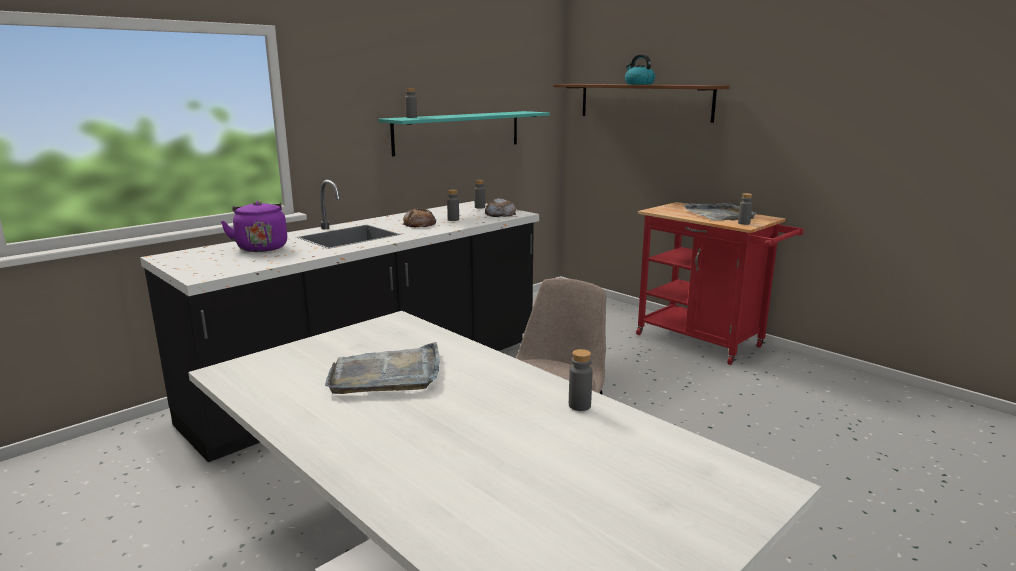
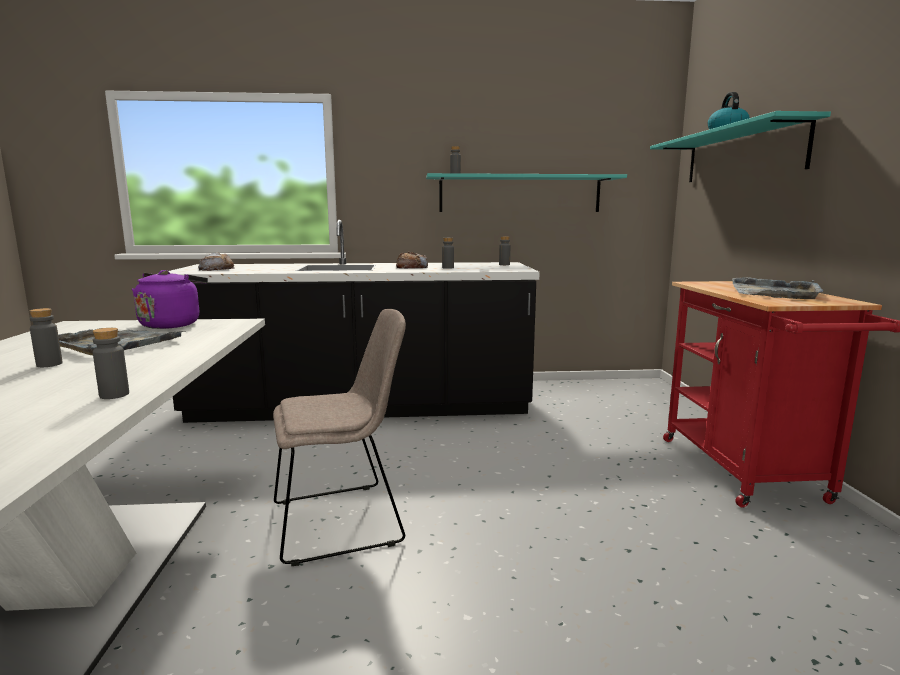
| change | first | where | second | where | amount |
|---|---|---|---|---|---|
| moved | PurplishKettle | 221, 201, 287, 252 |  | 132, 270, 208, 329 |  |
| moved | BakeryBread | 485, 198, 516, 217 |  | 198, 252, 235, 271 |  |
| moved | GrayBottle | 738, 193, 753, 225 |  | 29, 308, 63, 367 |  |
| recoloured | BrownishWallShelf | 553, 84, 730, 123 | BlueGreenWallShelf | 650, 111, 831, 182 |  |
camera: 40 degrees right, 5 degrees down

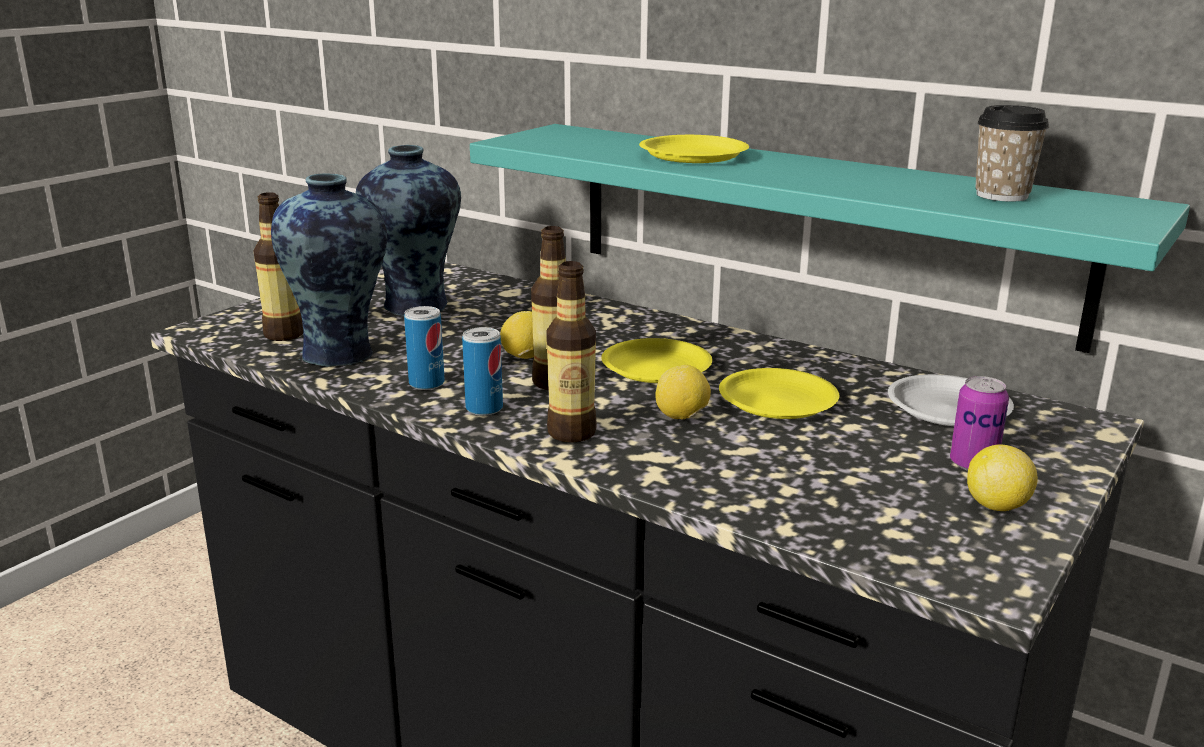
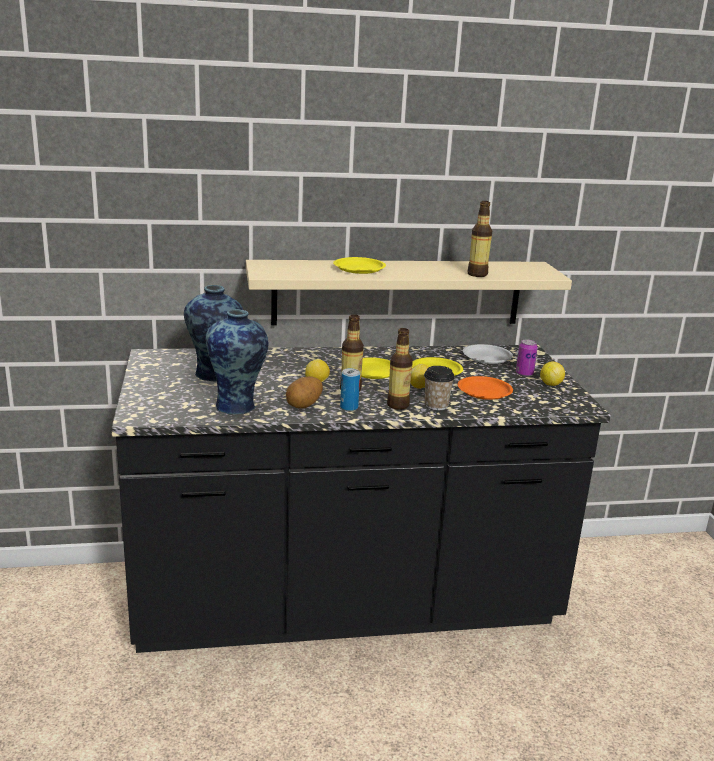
| change | first | where | second | where | amount |
|---|---|---|---|---|---|
| added |  |  | OrangeColouredFlatDish | 458, 376, 513, 400 |  |
| moved | Bottle | 254, 192, 303, 341 |  | 468, 201, 492, 277 |  |
| moved | SmallCup | 975, 105, 1049, 202 |  | 424, 366, 455, 410 |  |
| replaced | MetalCan | 404, 306, 445, 390 | Spud | 286, 376, 323, 409 |  |
| recoloured | BlueGreenWallShelf | 470, 124, 1190, 353 | BeigeColouredWallShelf | 246, 260, 572, 325 |  |
camera: 45 degrees left, 0 degrees up

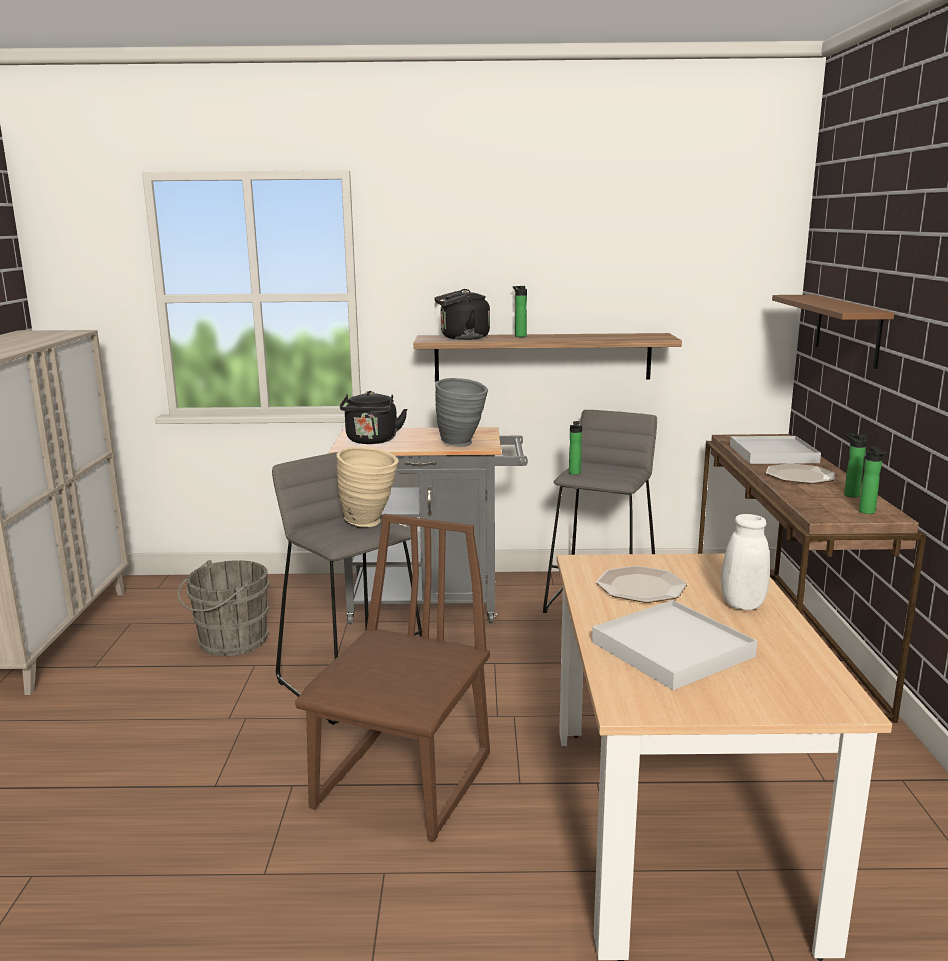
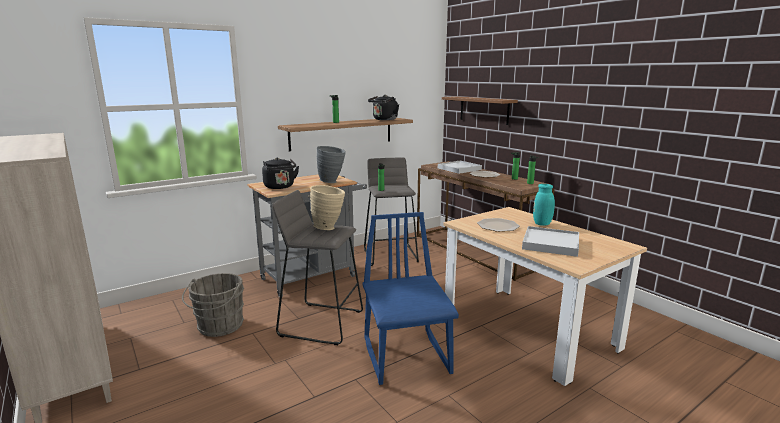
| change | first | where | second | where | amount |
|---|---|---|---|---|---|
| moved | BlackKettle | 434, 289, 490, 340 |  | 368, 95, 399, 120 |  |
| recoloured | BrownishChair | 295, 514, 490, 842 | BlueChair | 363, 212, 459, 385 |  |
| recoloured | WhiteColouredDecorativeVase | 721, 514, 770, 610 | BlueGreenDecorativeVase | 533, 184, 555, 226 |  |
camera: 35 degrees left, 0 degrees up

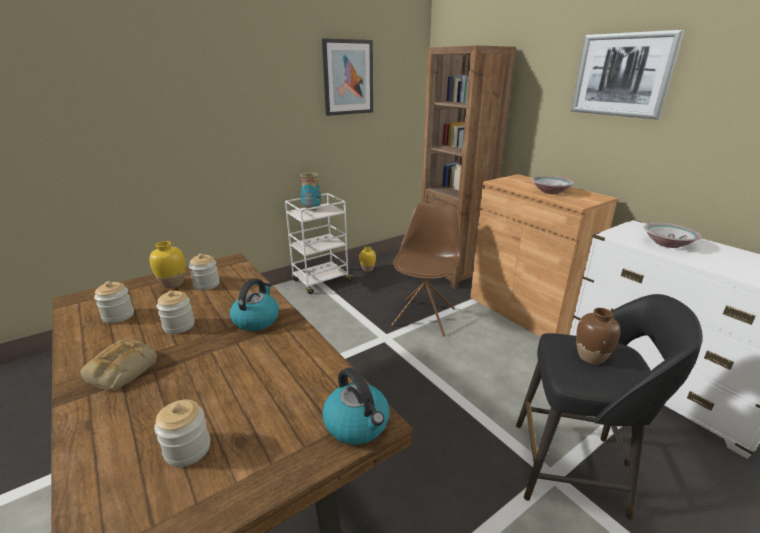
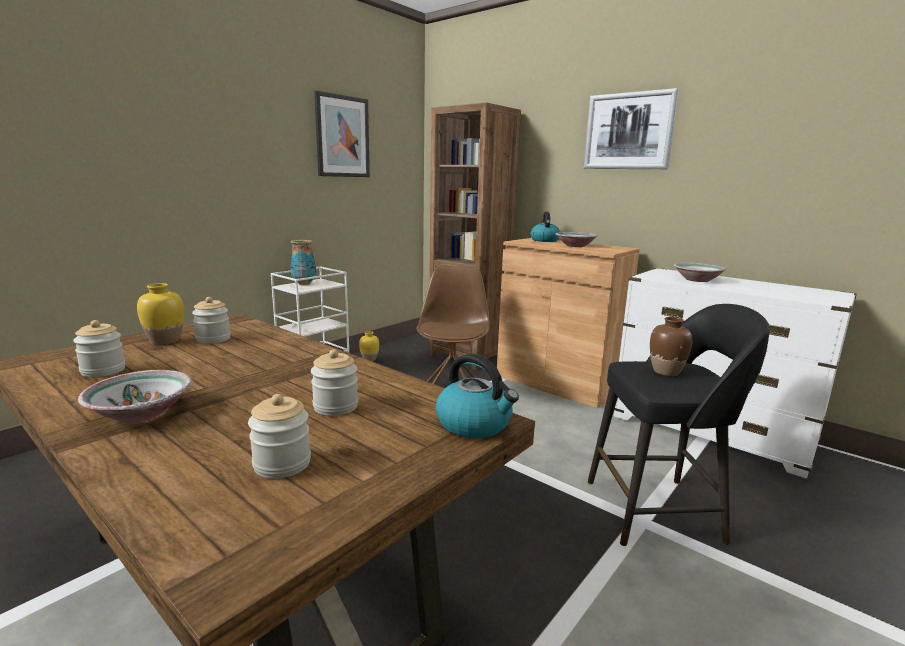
| change | first | where | second | where | amount |
|---|---|---|---|---|---|
| moved | StorageJar | 156, 290, 195, 334 |  | 311, 349, 358, 416 |  |
| moved | Kettle | 230, 278, 279, 331 |  | 531, 212, 560, 242 |  |
| replaced | BakeryBread | 80, 339, 157, 391 | ServingBowl | 78, 370, 192, 422 |  |
camera: 15 degrees left, 10 degrees down

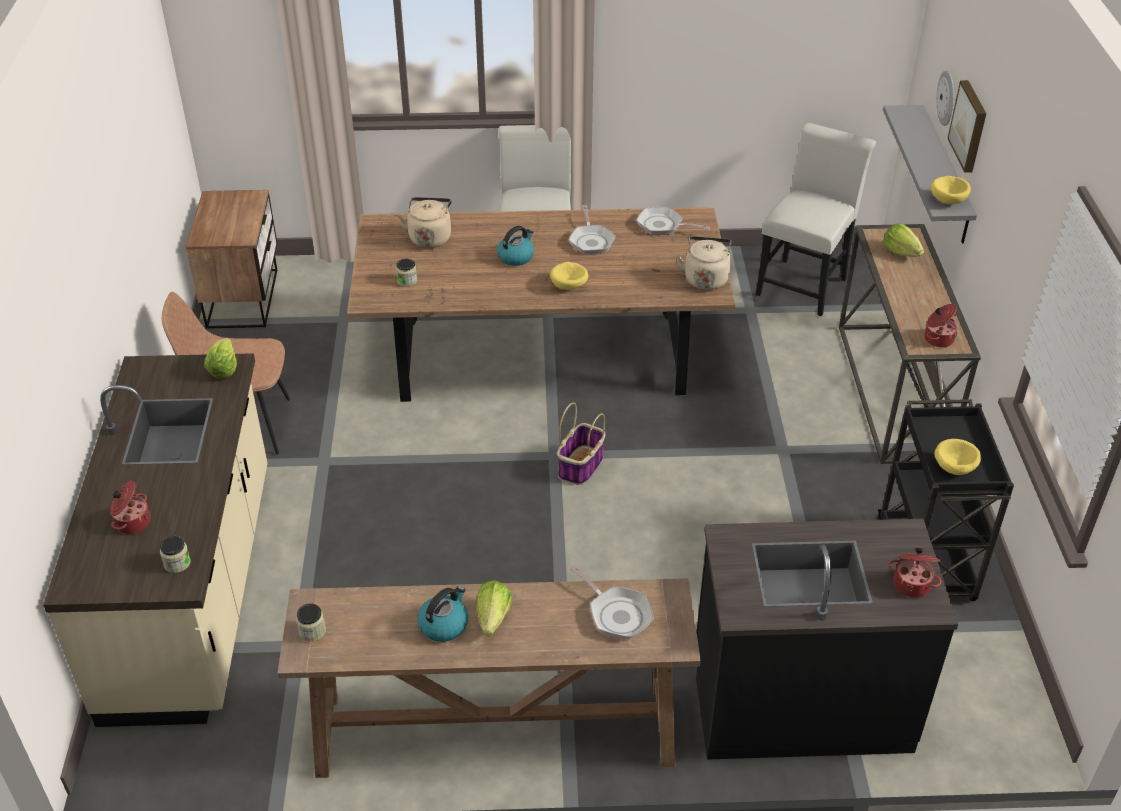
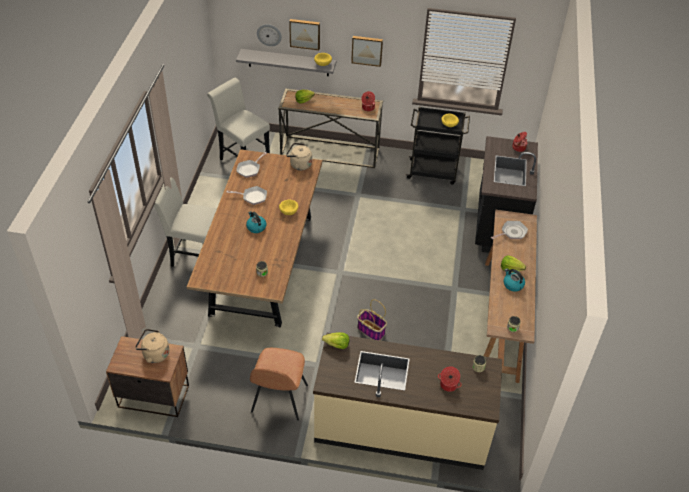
| change | first | where | second | where | amount |
|---|---|---|---|---|---|
| added |  |  | Picture | 351, 36, 383, 67 |  |
| moved | BeigeColouredKettle | 398, 197, 451, 248 |  | 135, 329, 169, 363 |  |
| moved | Basket | 557, 402, 605, 485 |  | 357, 299, 387, 341 |  |
camera: 80 degrees left, 5 degrees up

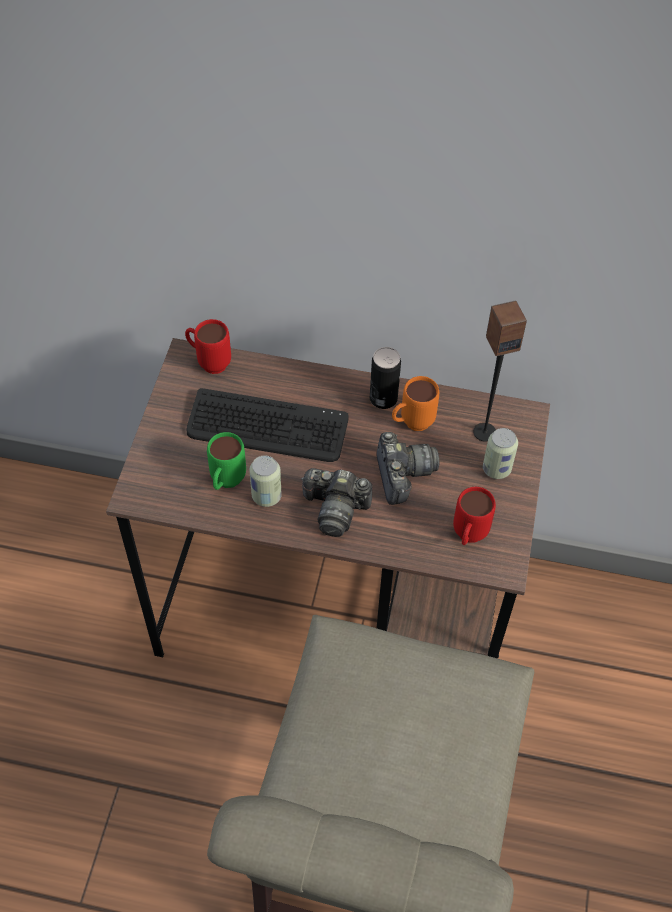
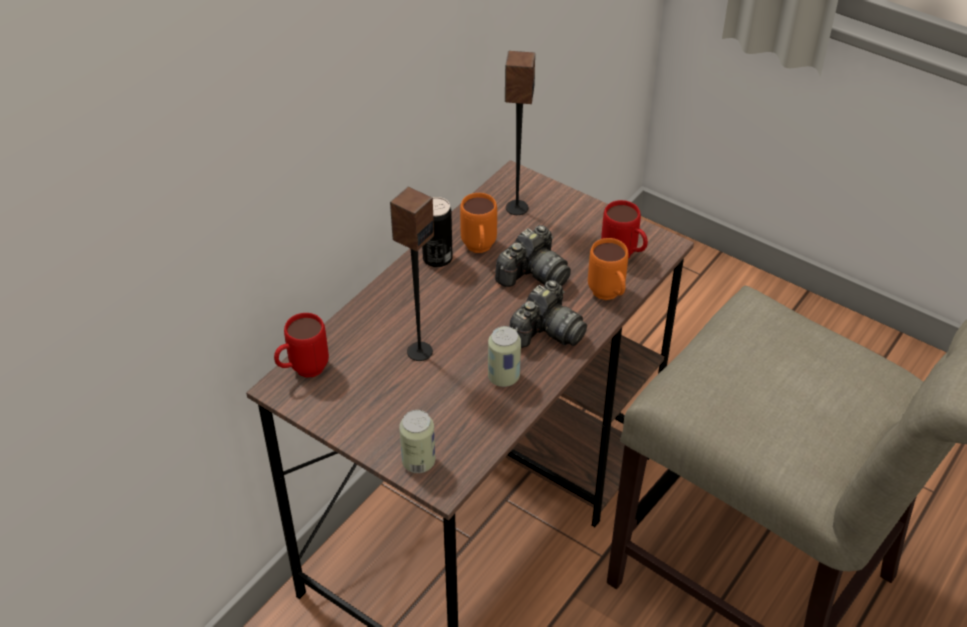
| change | first | where | second | where | amount |
|---|---|---|---|---|---|
| removed | GreenTeaMug | 207, 432, 246, 490 |  |  |  |
| added |  |  | OrangeColouredTeaMug | 588, 238, 628, 300 |  |
| moved | MetalCan | 483, 428, 518, 479 |  | 399, 410, 435, 473 |  |
| replaced | Keyboard | 187, 388, 349, 462 | AudioSpeaker | 390, 187, 434, 361 |  |
| turned | StillCamera | 376, 432, 439, 505 |  | 495, 225, 571, 287 | 120 degrees clockwise |
camera: 65 degrees left, 10 degrees down

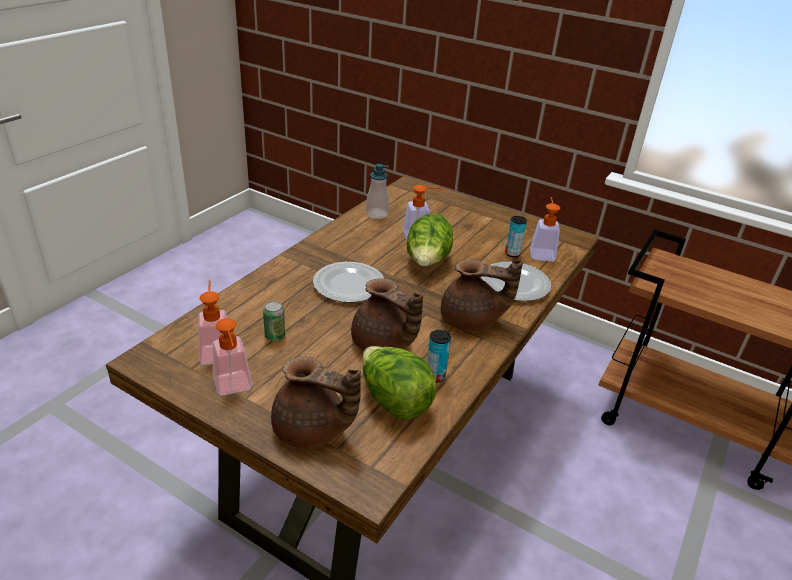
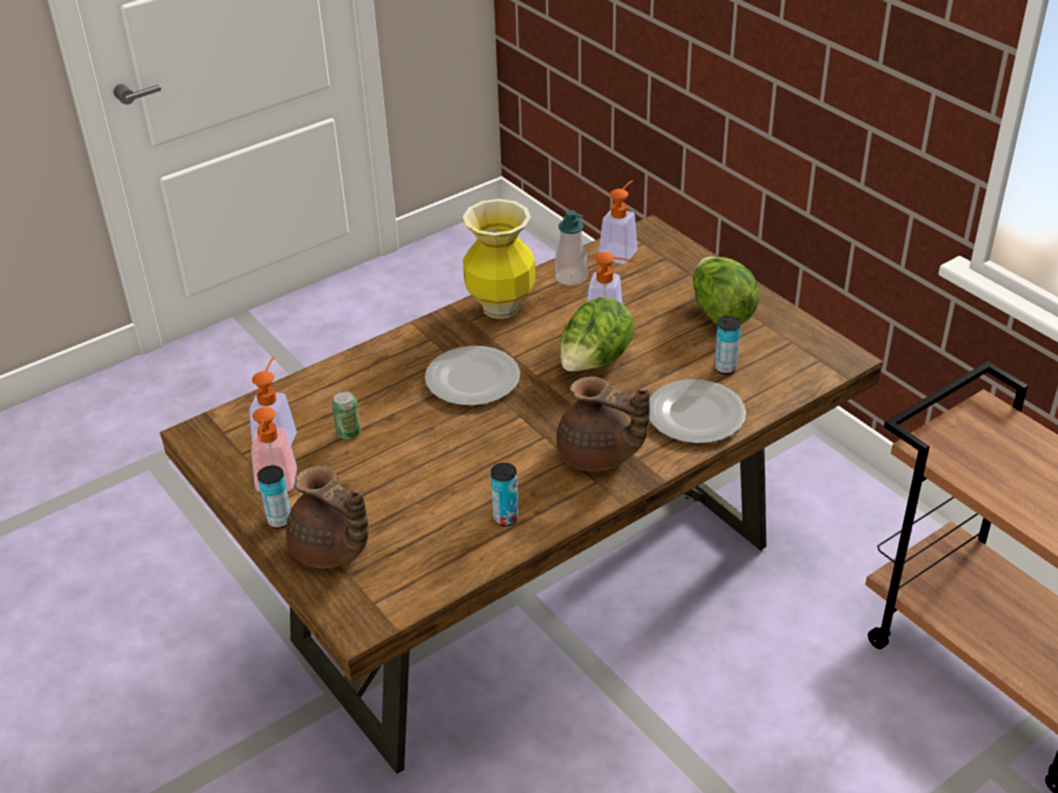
| change | first | where | second | where | amount |
|---|---|---|---|---|---|
| removed | BrownishTeaPot | 351, 278, 423, 351 |  |  |  |
| added |  |  | MetalCan | 257, 465, 291, 529 |  |
| added |  |  | DecorativeVase | 463, 199, 535, 319 |  |
| moved | Lettuce | 362, 346, 437, 420 |  | 693, 257, 759, 325 |  |
| moved | SoapBottle | 530, 197, 560, 262 |  | 599, 180, 638, 264 |  |
camera: 25 degrees right, 5 degrees up

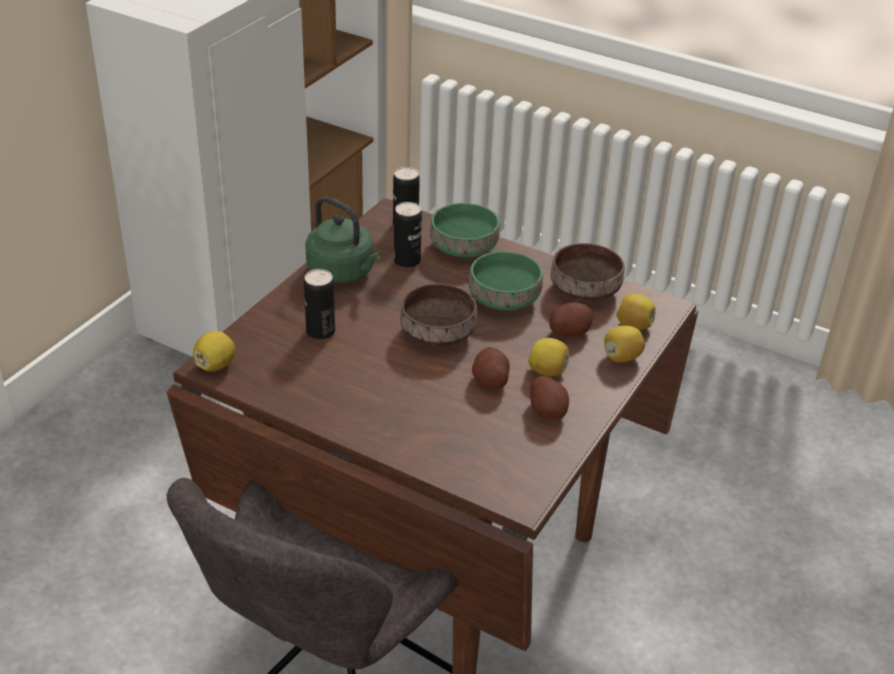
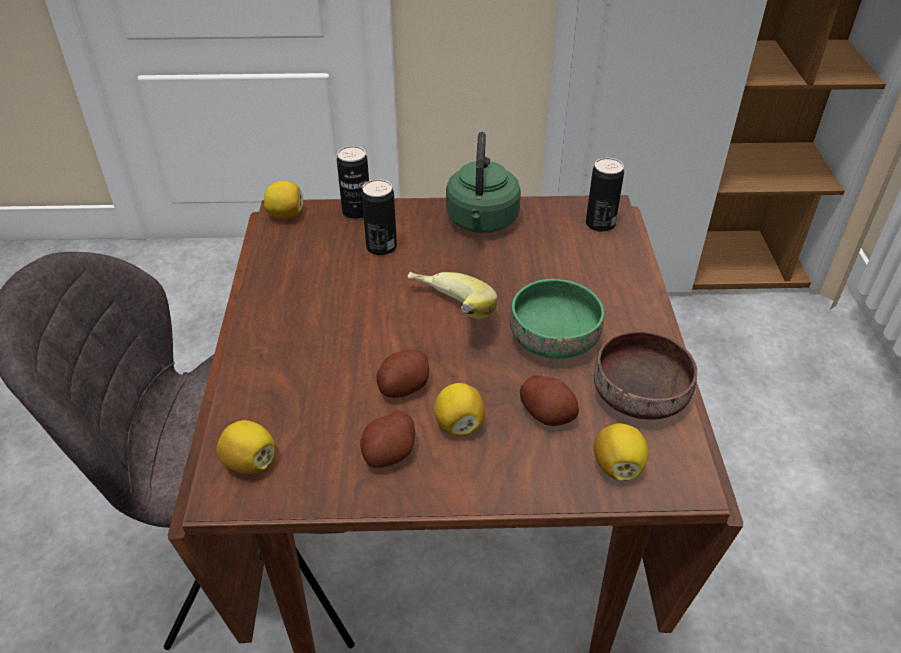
| change | first | where | second | where | amount |
|---|---|---|---|---|---|
| removed | GreenServingBowl | 430, 203, 500, 257 |  |  |  |
| moved | MetalCan | 394, 202, 422, 268 |  | 337, 146, 369, 219 |  |
| moved | Lemon | 604, 325, 645, 362 |  | 216, 420, 275, 474 |  |
| replaced | BrownishServingBowl | 400, 283, 477, 347 | Banana | 407, 272, 497, 319 |  |
camera: 60 degrees right, 5 degrees up

